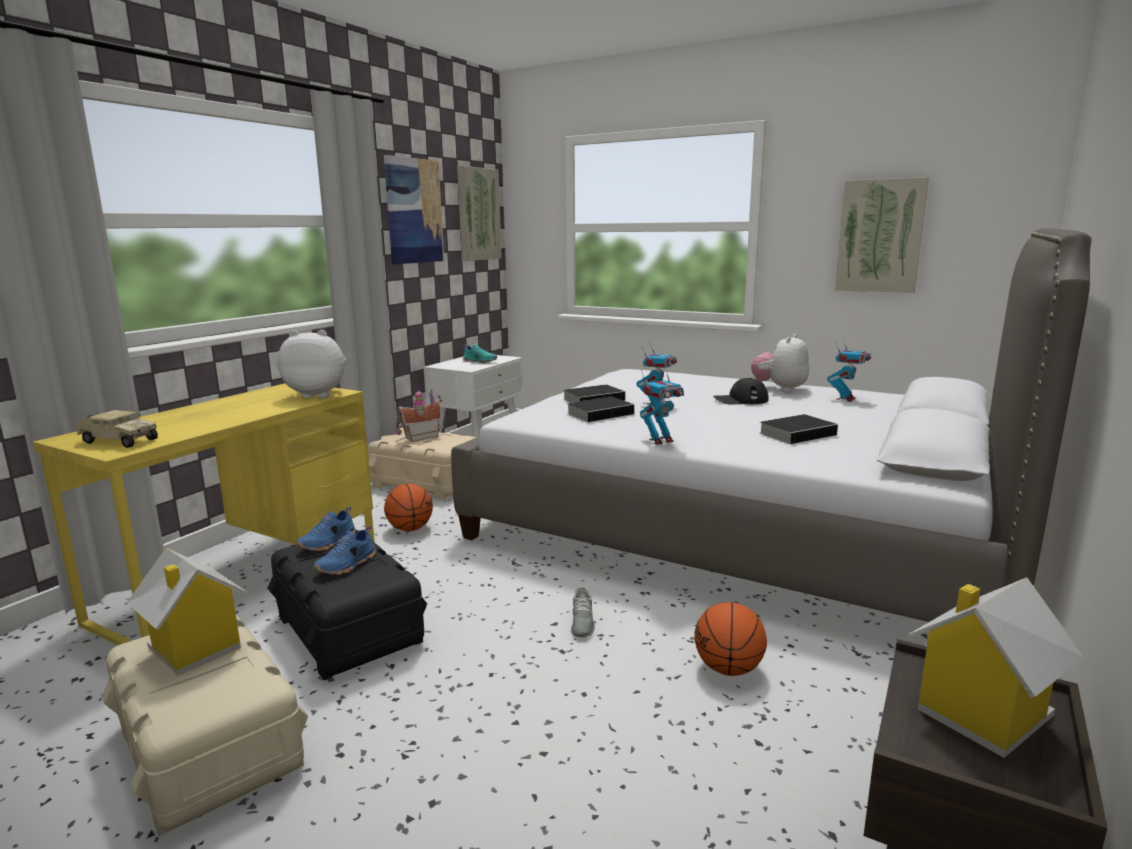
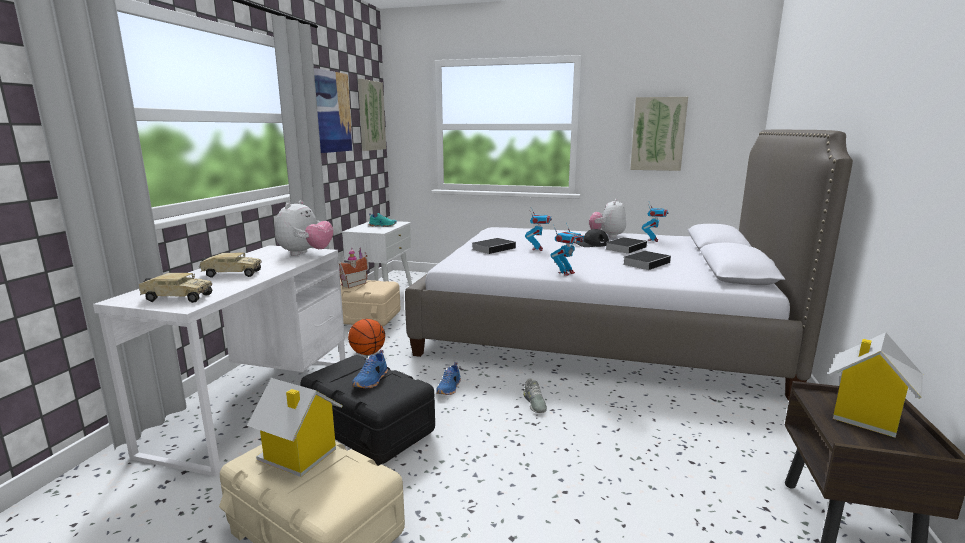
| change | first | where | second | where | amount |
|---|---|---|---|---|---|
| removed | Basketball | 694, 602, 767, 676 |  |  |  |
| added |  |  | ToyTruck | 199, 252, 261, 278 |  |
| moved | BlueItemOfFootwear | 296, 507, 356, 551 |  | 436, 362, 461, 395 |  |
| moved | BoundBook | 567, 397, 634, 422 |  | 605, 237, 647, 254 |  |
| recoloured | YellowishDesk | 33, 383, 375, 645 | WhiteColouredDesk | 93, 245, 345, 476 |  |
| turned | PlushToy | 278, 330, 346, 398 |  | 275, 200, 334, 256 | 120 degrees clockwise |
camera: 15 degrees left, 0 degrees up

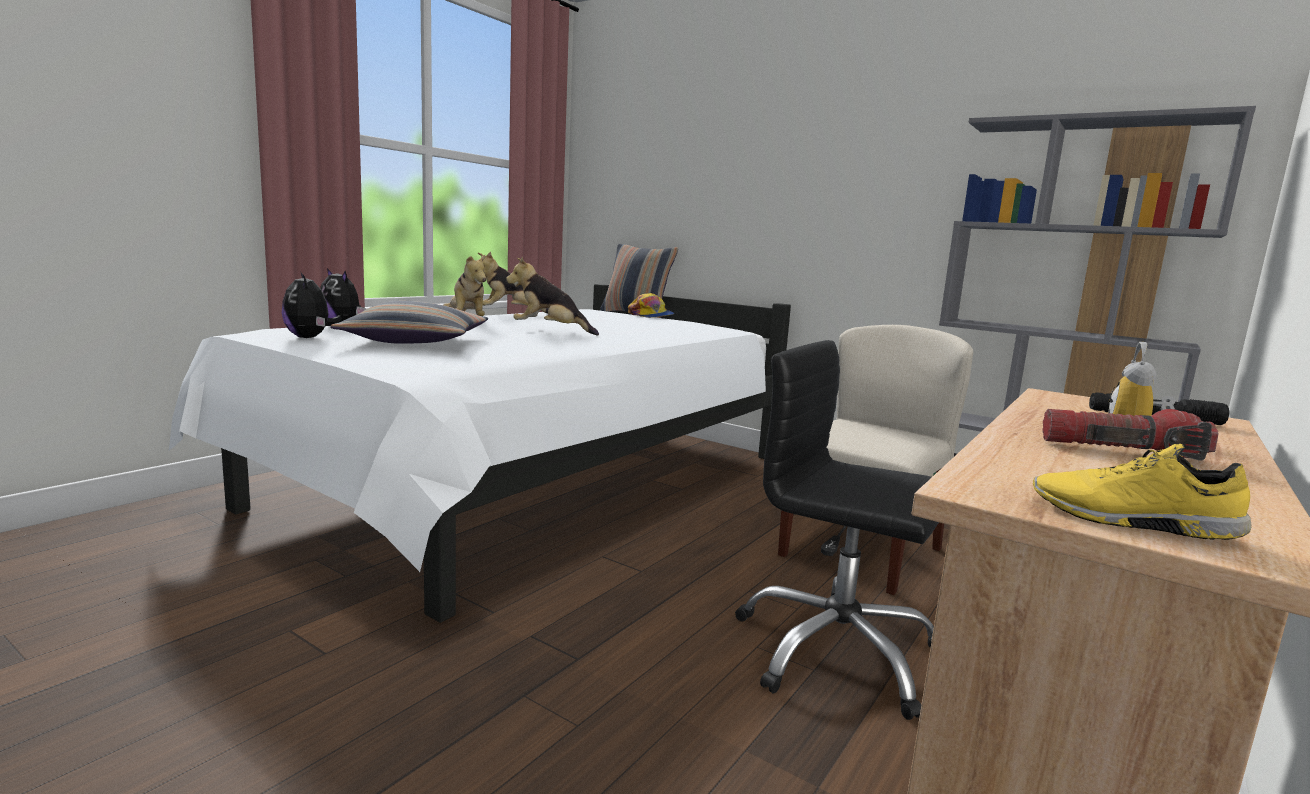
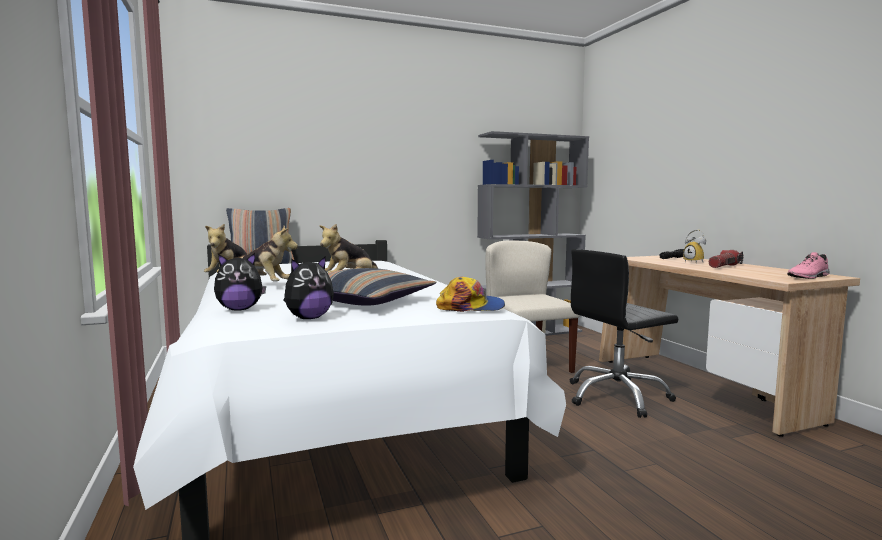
| change | first | where | second | where | amount |
|---|---|---|---|---|---|
| moved | PeakedCap | 628, 293, 675, 318 |  | 436, 277, 505, 312 |  |
| recoloured | YellowishItemOfFootwear | 1033, 444, 1251, 540 | PinkItemOfFootwear | 787, 252, 830, 279 |  |
| turned | PlushToy | 282, 273, 342, 338 |  | 283, 256, 334, 319 | 45 degrees counterclockwise |
camera: 55 degrees left, 5 degrees down

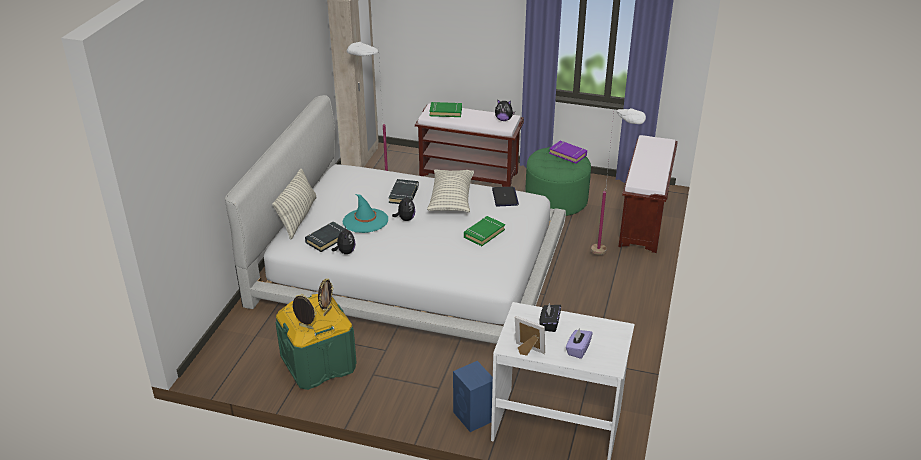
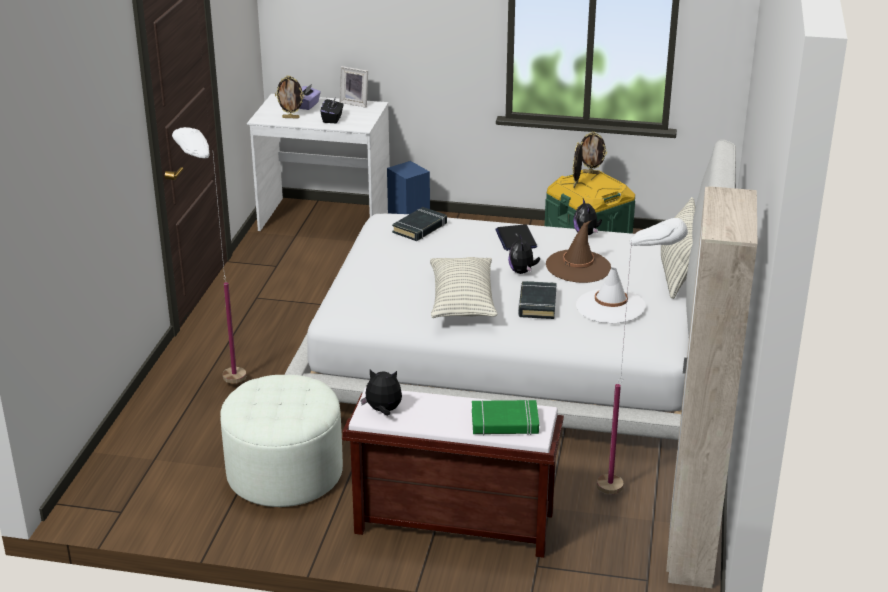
| change | first | where | second | where | amount |
|---|---|---|---|---|---|
| removed | GreenBoundBook | 464, 216, 505, 246 |  |  |  |
| removed | PurplishBoundBook | 549, 141, 587, 163 |  |  |  |
| removed | BrownishLongSeat | 619, 135, 678, 253 |  |  |  |
| added |  |  | PhotoFrame | 275, 75, 305, 119 |  |
| added |  |  | WhiteColouredWearableHat | 576, 266, 646, 323 |  |
| moved | BlackBoundBook | 305, 222, 349, 252 |  | 392, 207, 447, 241 |  |
| moved | PortableComputer | 492, 187, 519, 206 |  | 495, 224, 537, 251 |  |
| recoloured | BlueGreenWearableHat | 343, 194, 388, 233 | BrownishWearableHat | 546, 221, 611, 283 |  |
| recoloured | GreenOttoman | 525, 147, 591, 216 | WhiteColouredOttoman | 221, 375, 343, 507 |  |
camera: 175 degrees right, 5 degrees down

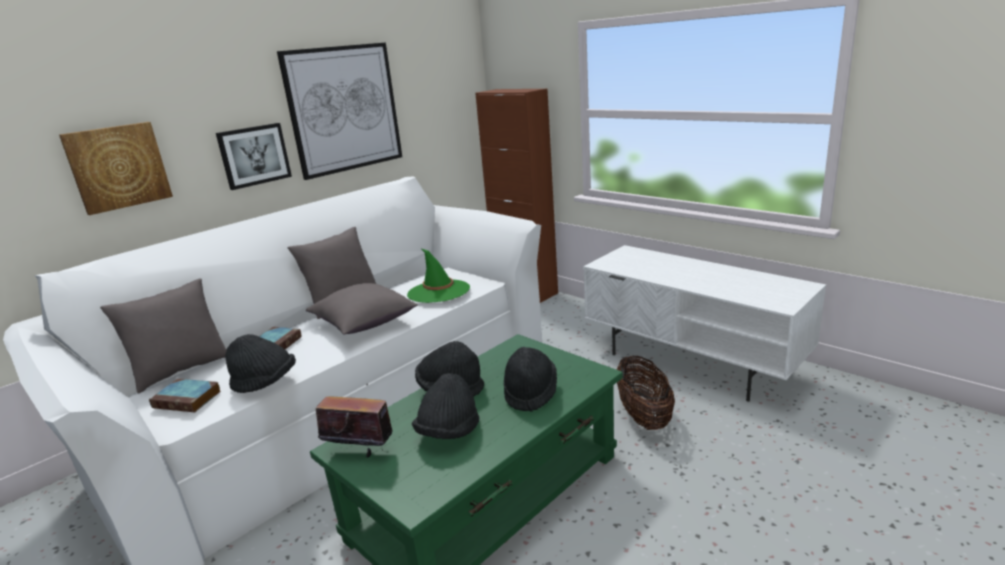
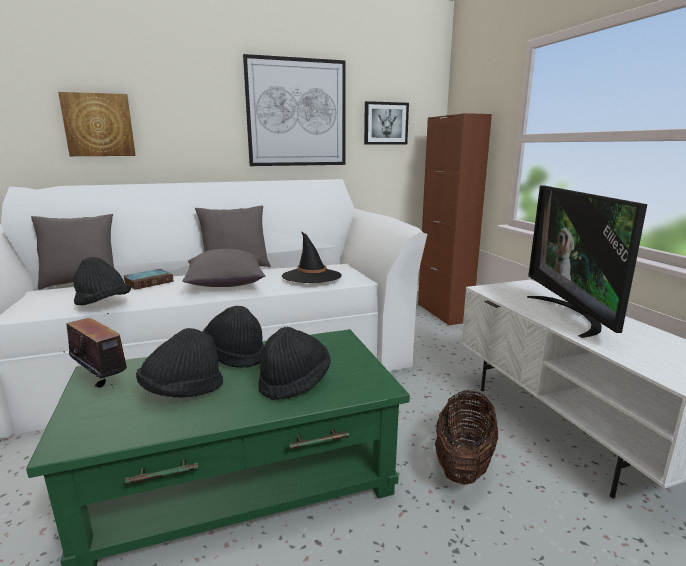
| change | first | where | second | where | amount |
|---|---|---|---|---|---|
| removed | BoundBook | 149, 379, 221, 412 |  |  |  |
| added |  |  | Television | 527, 186, 647, 338 |  |
| moved | Picture | 216, 123, 292, 190 |  | 364, 101, 409, 145 |  |
| recoloured | GreenWearableHat | 407, 249, 470, 303 | BlackWearableHat | 282, 232, 342, 283 |  |
camera: 25 degrees right, 5 degrees down

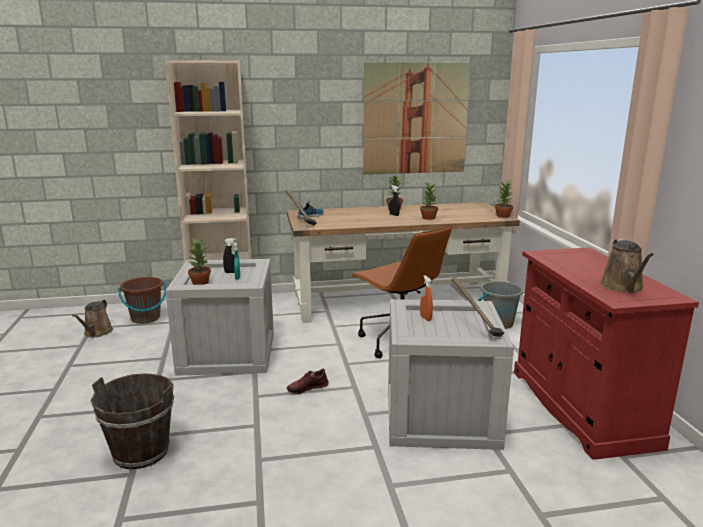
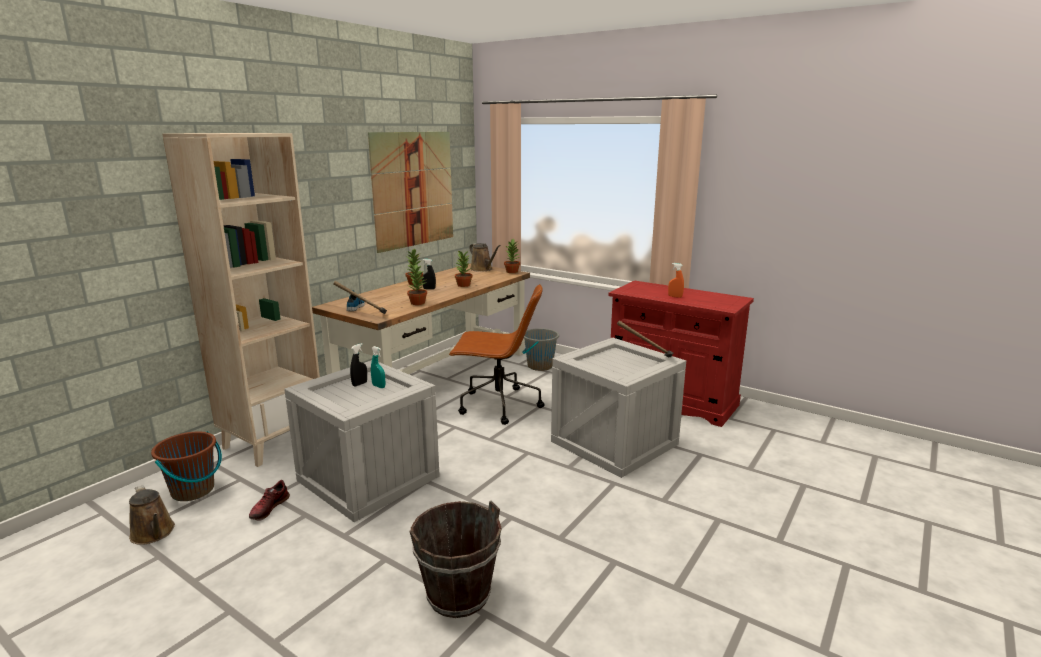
| change | first | where | second | where | amount |
|---|---|---|---|---|---|
| moved | Houseplant | 187, 238, 211, 285 |  | 407, 264, 427, 305 |  |
| moved | ItemOfFootwear | 287, 368, 329, 395 |  | 249, 480, 290, 521 |  |
| moved | OrangeColouredSprayer | 420, 275, 433, 321 |  | 668, 263, 684, 298 |  |
| moved | BrownishWateringCan | 600, 239, 654, 293 |  | 469, 243, 501, 272 |  |
camera: 45 degrees left, 0 degrees up

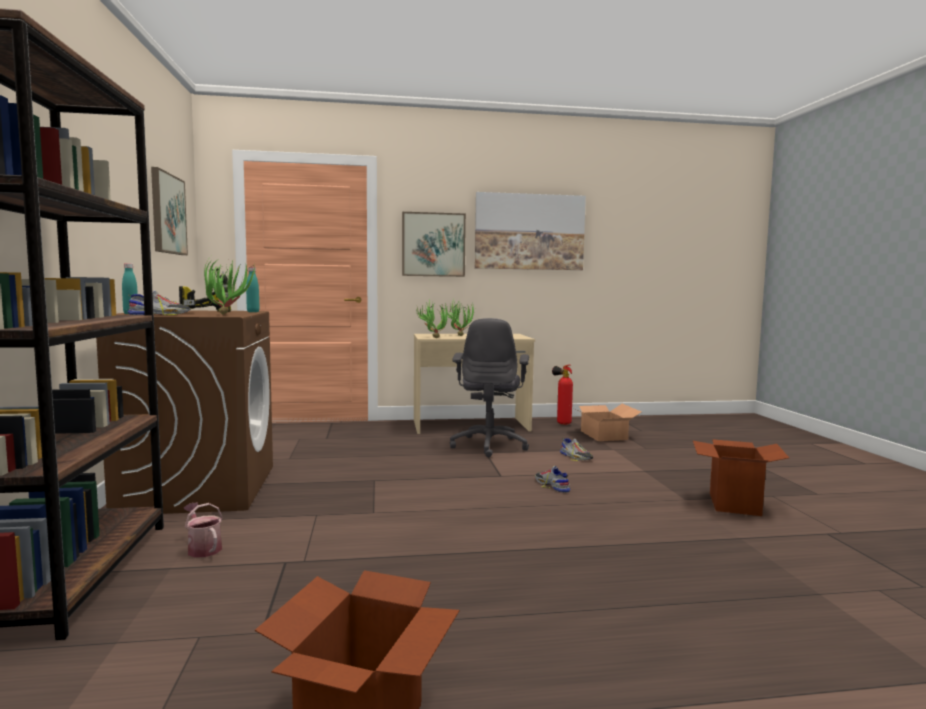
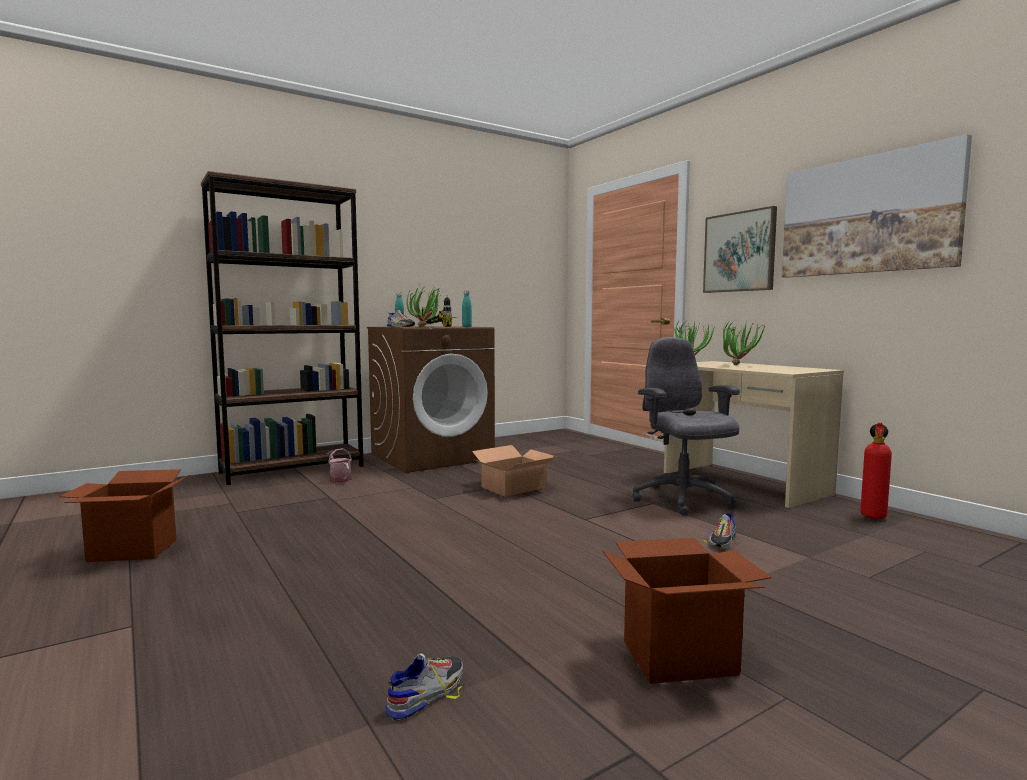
| change | first | where | second | where | amount |
|---|---|---|---|---|---|
| removed | Picture | 151, 167, 188, 255 |  |  |  |
| moved | ItemOfFootwear | 535, 466, 570, 493 |  | 385, 653, 463, 721 |  |
| moved | CardboardBox | 570, 404, 641, 441 |  | 472, 445, 557, 497 |  |
| turned | WateringCan | 184, 503, 223, 558 |  | 326, 448, 352, 483 | 60 degrees counterclockwise |
| turned | GrayDeskChair | 450, 318, 529, 457 |  | 633, 337, 740, 516 | 90 degrees clockwise |
camera: 65 degrees right, 0 degrees up

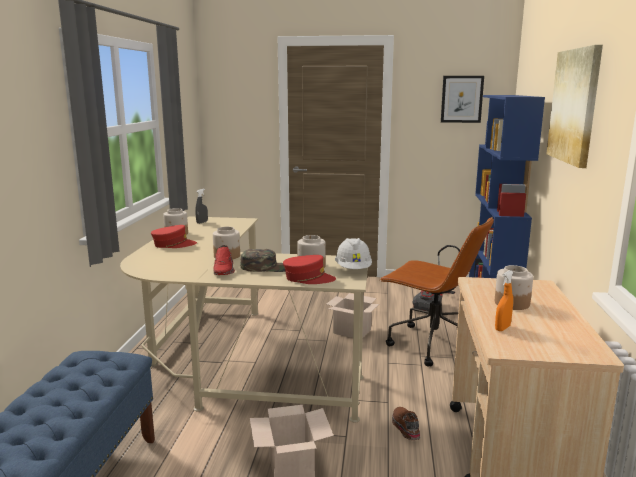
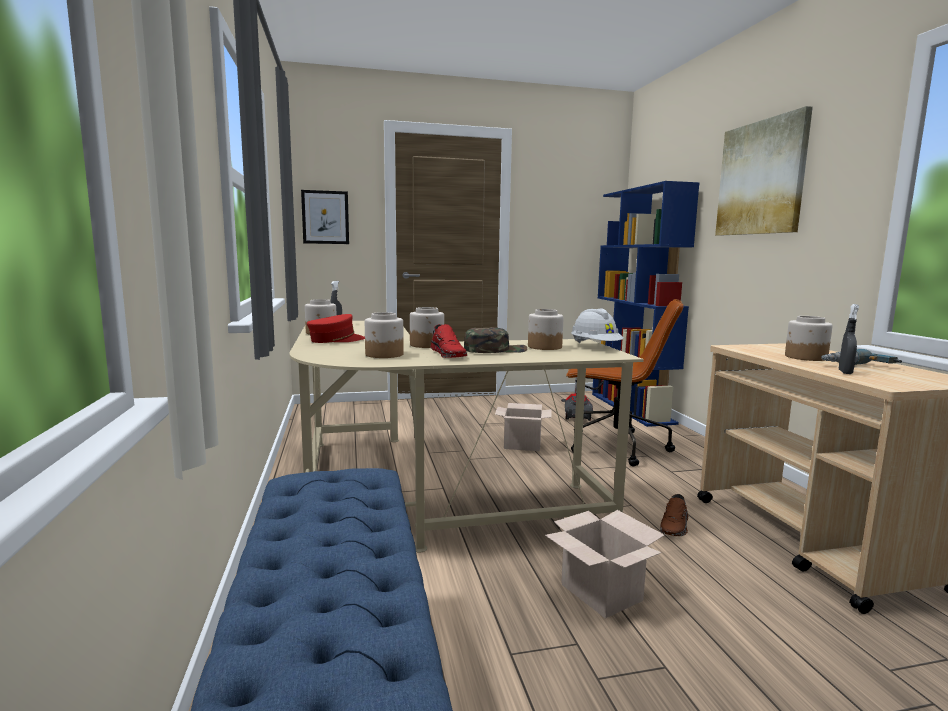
| change | first | where | second | where | amount |
|---|---|---|---|---|---|
| removed | RedColouredPeakedCap | 283, 255, 336, 284 |  |  |  |
| added |  |  | StorageJar | 365, 312, 404, 358 |  |
| added |  |  | Drill | 821, 349, 902, 365 |  |
| moved | Picture | 441, 76, 484, 123 |  | 301, 190, 349, 244 |  |
| recoloured | OrangeColouredSprayer | 495, 270, 513, 331 | GraySprayer | 839, 304, 859, 374 |  |
| turned | BrownishItemOfFootwear | 392, 407, 420, 440 |  | 660, 494, 688, 536 | 120 degrees counterclockwise |
camera: 20 degrees left, 5 degrees down

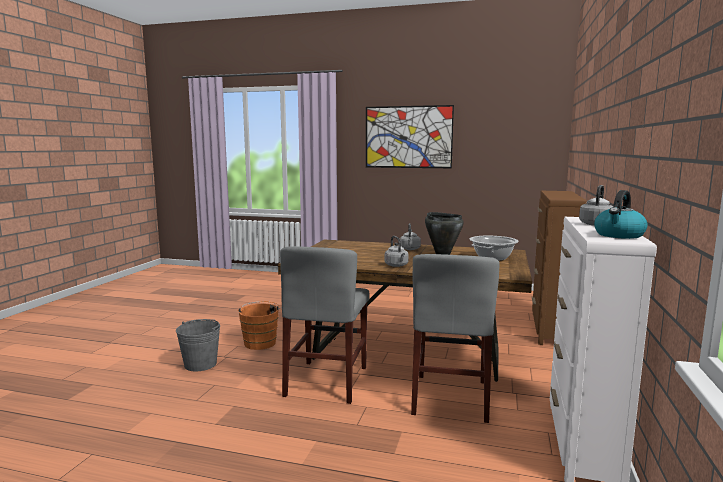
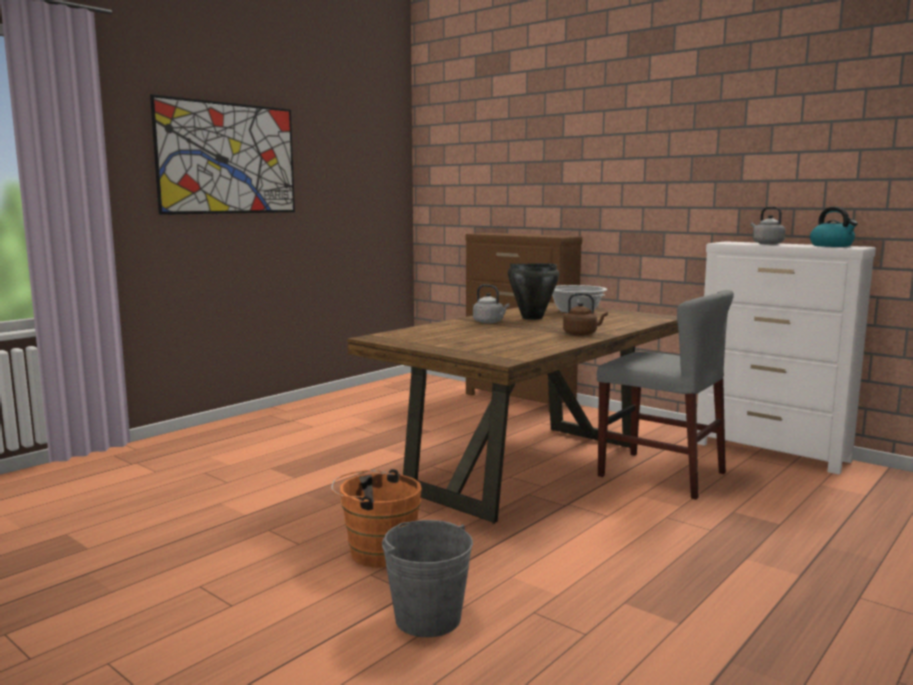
| change | first | where | second | where | amount |
|---|---|---|---|---|---|
| removed | GrayChair | 280, 246, 370, 404 |  |  |  |
| recoloured | GrayKettle | 385, 236, 409, 267 | BrownishKettle | 563, 293, 608, 336 |  |
camera: 65 degrees left, 0 degrees up

